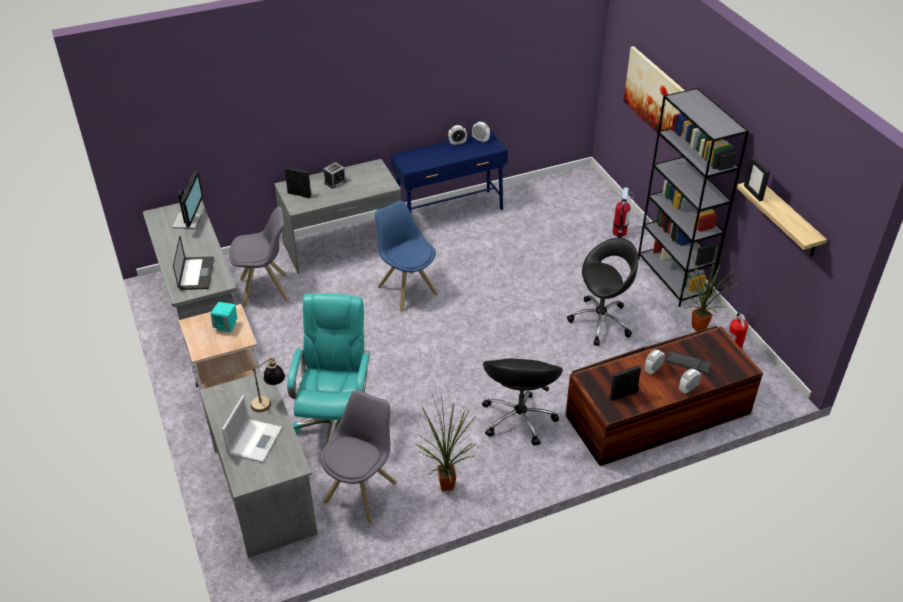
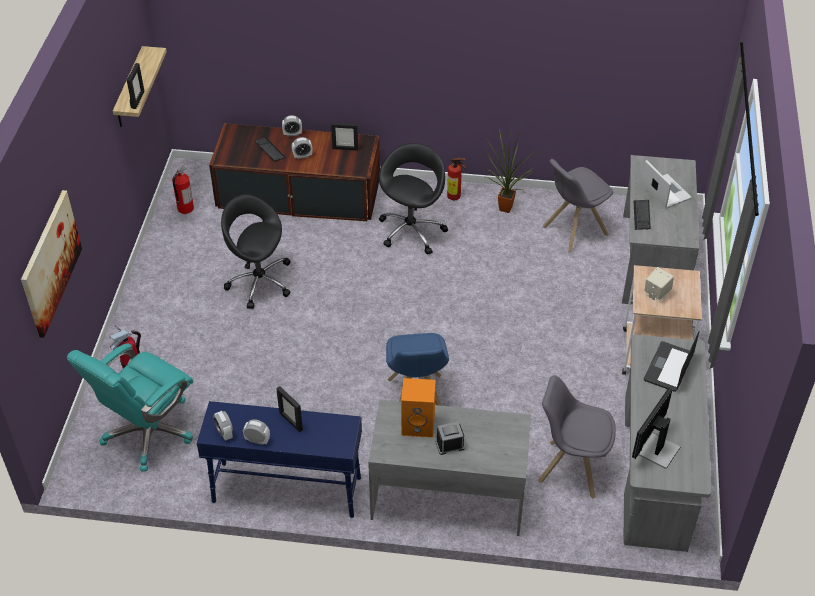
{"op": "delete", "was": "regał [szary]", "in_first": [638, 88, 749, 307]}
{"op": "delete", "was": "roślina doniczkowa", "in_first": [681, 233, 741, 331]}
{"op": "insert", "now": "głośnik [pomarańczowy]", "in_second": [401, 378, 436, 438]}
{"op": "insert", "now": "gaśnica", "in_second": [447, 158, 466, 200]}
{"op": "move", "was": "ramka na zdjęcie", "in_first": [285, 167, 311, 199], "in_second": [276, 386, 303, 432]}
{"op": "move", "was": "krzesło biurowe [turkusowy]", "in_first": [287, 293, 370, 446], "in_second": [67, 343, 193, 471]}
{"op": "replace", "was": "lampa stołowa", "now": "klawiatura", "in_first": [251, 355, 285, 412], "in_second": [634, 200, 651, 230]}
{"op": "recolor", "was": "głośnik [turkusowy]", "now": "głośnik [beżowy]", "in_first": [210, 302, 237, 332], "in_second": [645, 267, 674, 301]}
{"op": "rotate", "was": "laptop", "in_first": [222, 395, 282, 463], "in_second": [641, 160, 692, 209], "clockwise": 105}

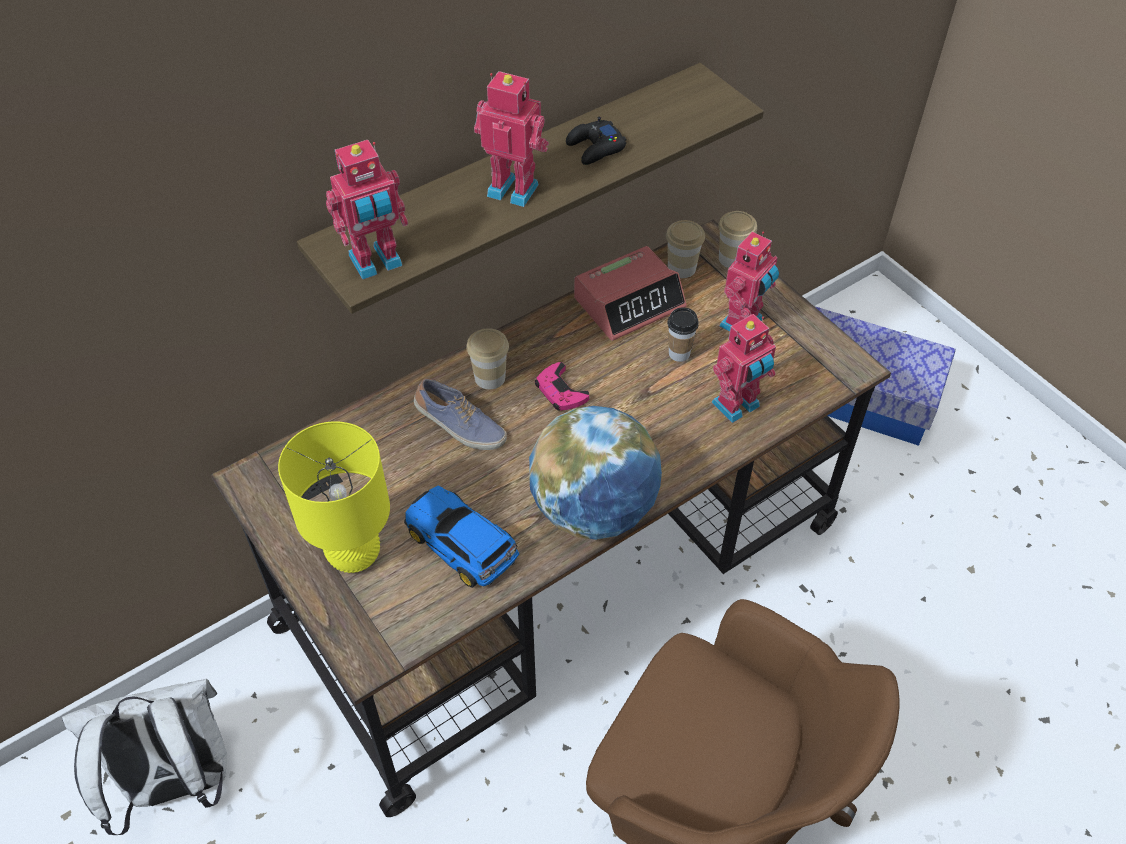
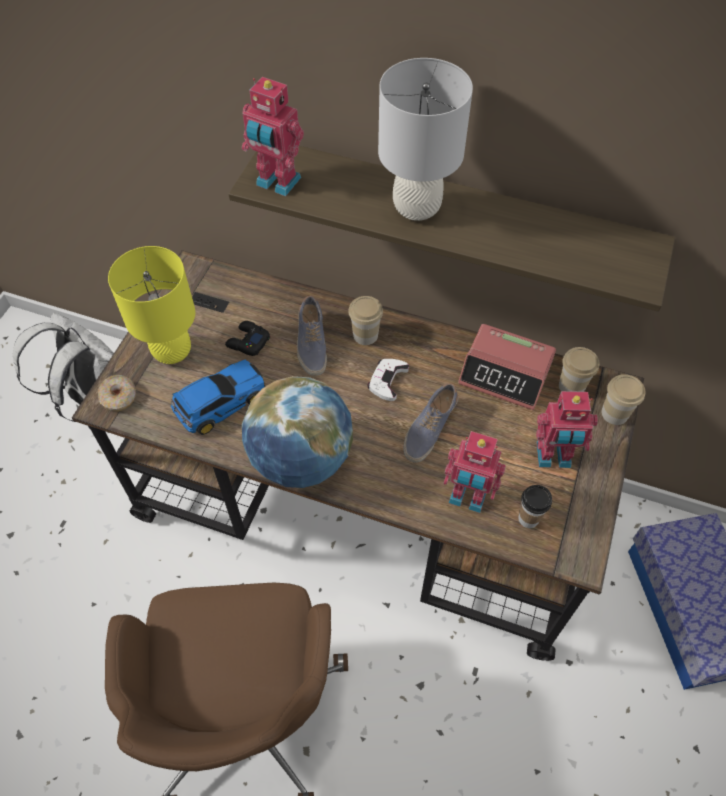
{"op": "insert", "now": "donut", "in_second": [98, 375, 136, 412]}
{"op": "insert", "now": "but", "in_second": [403, 383, 458, 463]}
{"op": "move", "was": "pad do gier [czarny]", "in_first": [566, 116, 626, 165], "in_second": [225, 321, 270, 356]}
{"op": "move", "was": "filiżanka", "in_first": [667, 307, 699, 362], "in_second": [519, 485, 552, 528]}
{"op": "replace", "was": "robot zabawkowy", "now": "lampa stołowa [szary]", "in_first": [474, 71, 549, 207], "in_second": [378, 58, 473, 221]}
{"op": "recolor", "was": "pad do gier [różowy]", "now": "pad do gier [biały]", "in_first": [535, 362, 589, 411], "in_second": [368, 359, 409, 401]}
{"op": "rotate", "was": "samochodzik", "in_first": [404, 485, 519, 588], "in_second": [171, 360, 265, 435], "clockwise": 45}

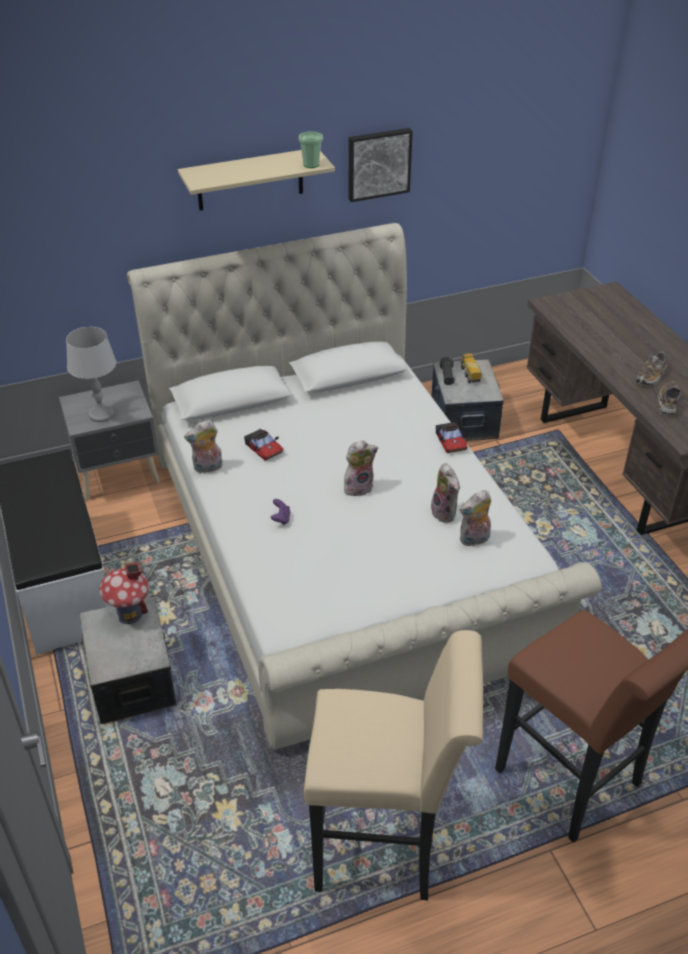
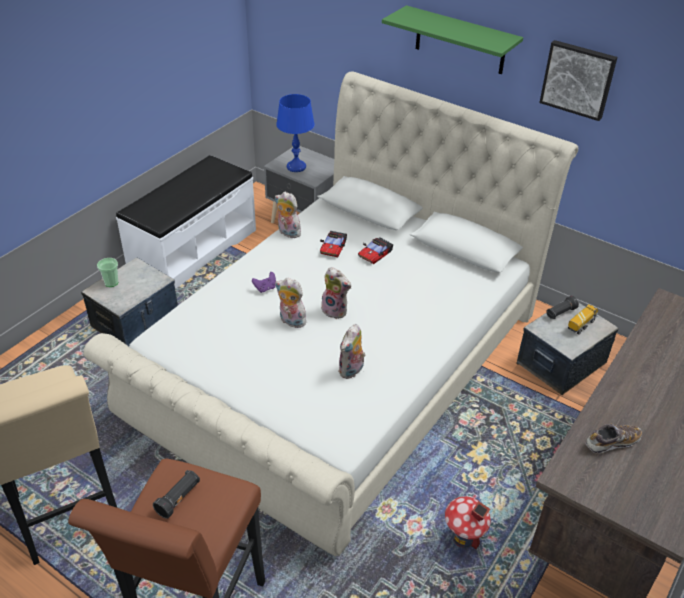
{"op": "delete", "was": "but", "in_first": [636, 351, 667, 386]}
{"op": "insert", "now": "latarka [czarny]", "in_second": [153, 470, 200, 519]}
{"op": "move", "was": "domek", "in_first": [99, 562, 149, 624], "in_second": [445, 496, 491, 549]}
{"op": "move", "was": "filiżanka", "in_first": [299, 131, 323, 168], "in_second": [97, 258, 118, 287]}
{"op": "move", "was": "samochodzik", "in_first": [436, 422, 468, 453], "in_second": [358, 237, 393, 264]}
{"op": "move", "was": "pluszak", "in_first": [460, 490, 491, 546], "in_second": [275, 278, 310, 328]}
{"op": "recolor", "was": "lampa stołowa [szary]", "now": "lampa stołowa [niebieski]", "in_first": [66, 327, 116, 422], "in_second": [276, 94, 315, 172]}
{"op": "recolor", "was": "półka [beżowy]", "now": "półka [zielony]", "in_first": [178, 150, 335, 211], "in_second": [382, 5, 523, 74]}

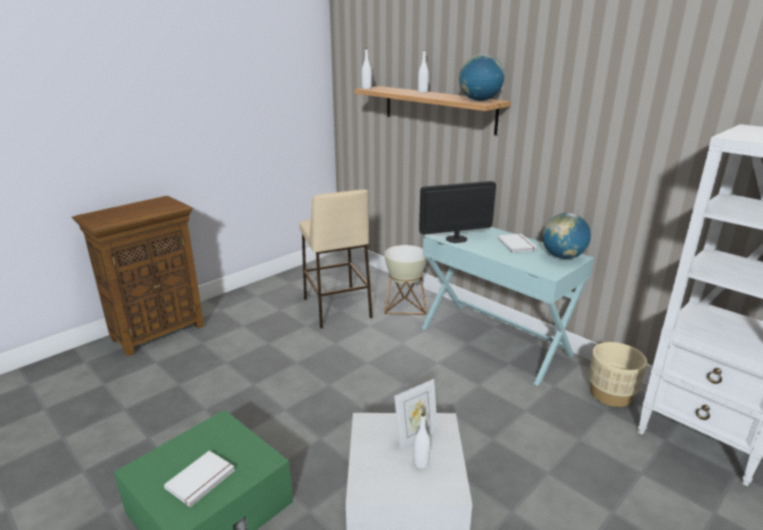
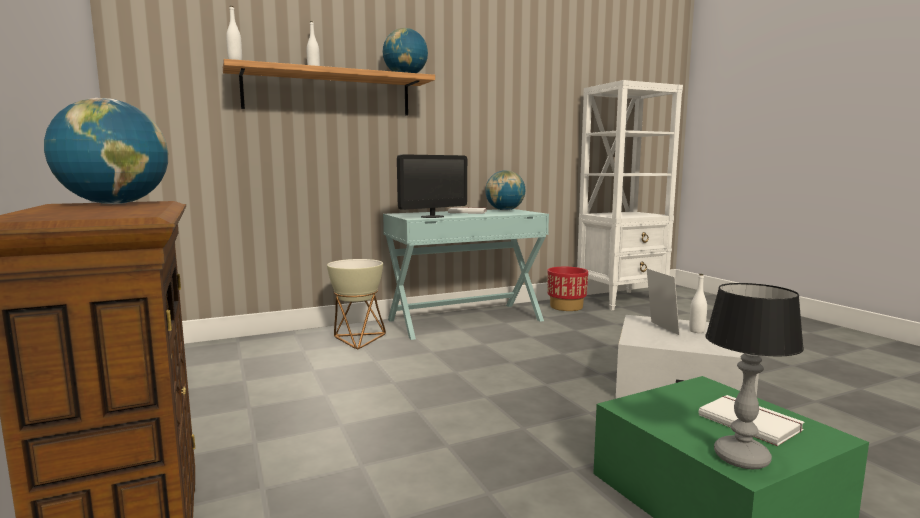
{"op": "delete", "was": "stołek [beżowy]", "in_first": [299, 190, 373, 328]}
{"op": "insert", "now": "globus", "in_second": [44, 98, 168, 204]}
{"op": "insert", "now": "lampa stołowa", "in_second": [705, 283, 804, 469]}
{"op": "recolor", "was": "donica [beżowy]", "now": "donica [czerwony]", "in_first": [589, 342, 647, 407], "in_second": [547, 267, 588, 311]}
{"op": "rotate", "was": "monitor", "in_first": [419, 181, 496, 243], "in_second": [397, 154, 467, 218], "clockwise": -135}

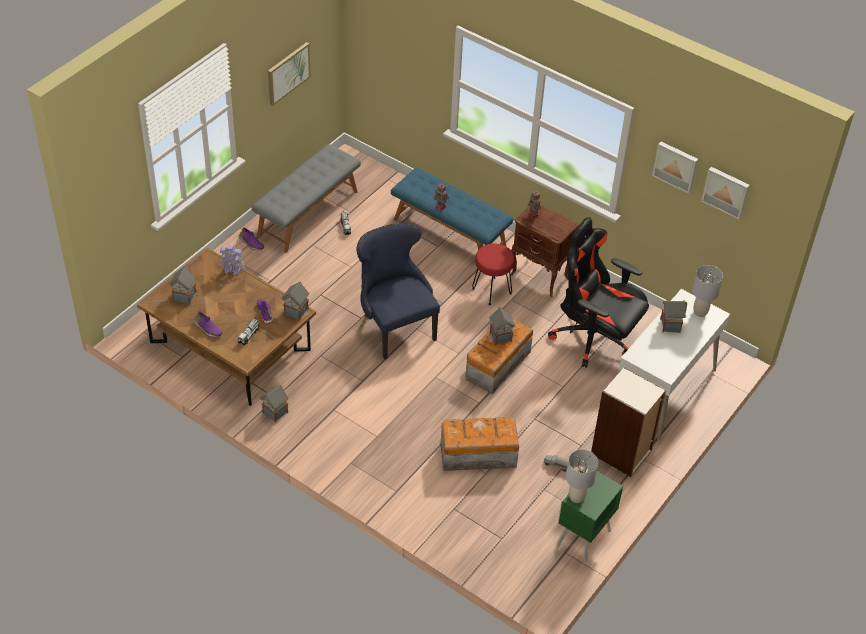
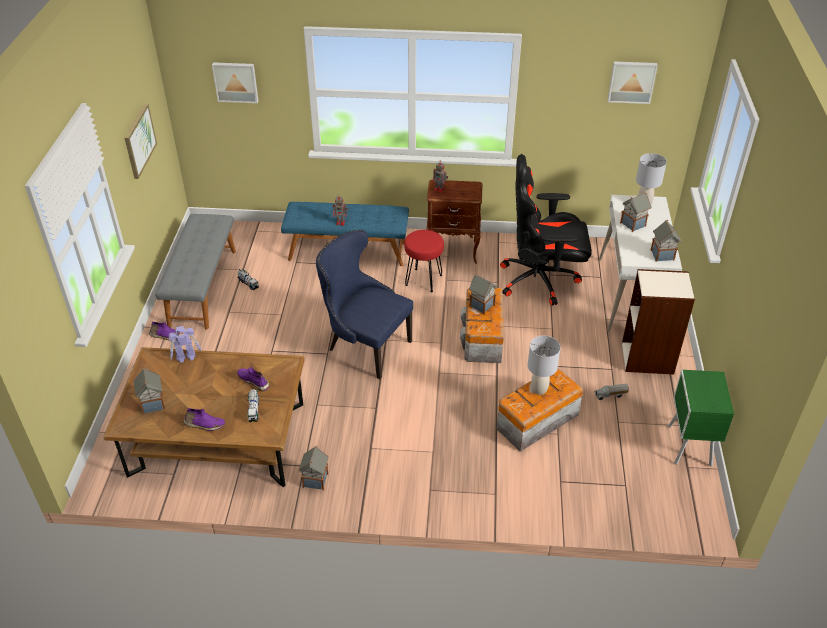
{"op": "move", "was": "domek", "in_first": [282, 282, 309, 320], "in_second": [651, 220, 681, 262]}
{"op": "move", "was": "lampa stołowa [szary]", "in_first": [566, 449, 598, 503], "in_second": [528, 336, 561, 395]}
{"op": "move", "was": "obraz", "in_first": [652, 142, 698, 194], "in_second": [212, 62, 258, 103]}

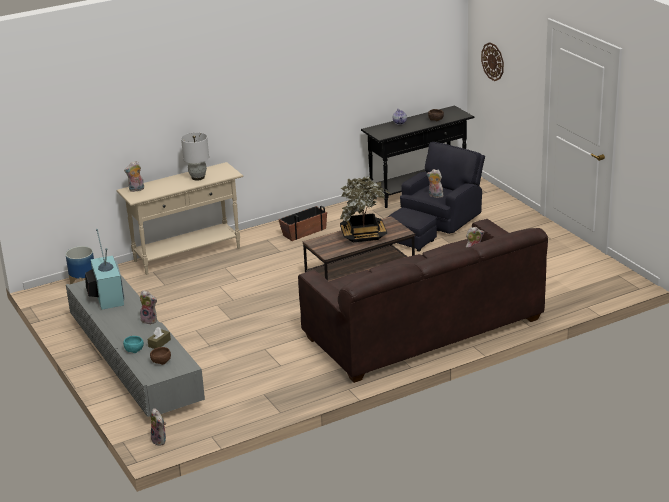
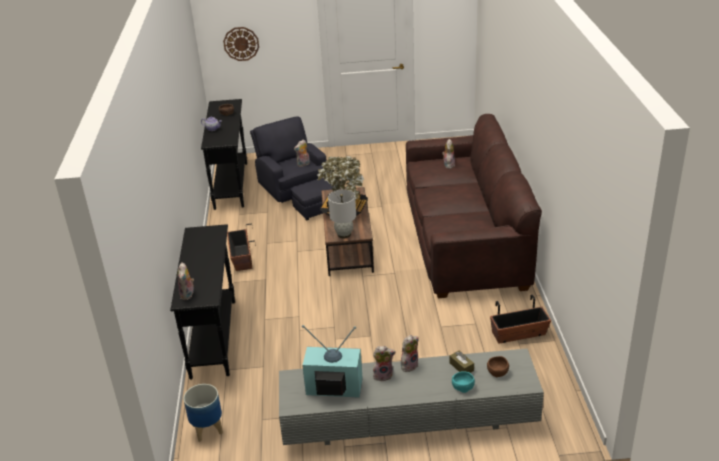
{"op": "insert", "now": "donica", "in_second": [490, 295, 551, 344]}
{"op": "move", "was": "pluszak", "in_first": [151, 408, 166, 446], "in_second": [373, 346, 396, 381]}
{"op": "move", "was": "lampa stołowa [biały]", "in_first": [181, 133, 209, 181], "in_second": [328, 189, 356, 238]}
{"op": "recolor", "was": "stolik konsolowy [beżowy]", "now": "stolik konsolowy [czarny]", "in_first": [116, 162, 243, 275], "in_second": [170, 224, 235, 380]}

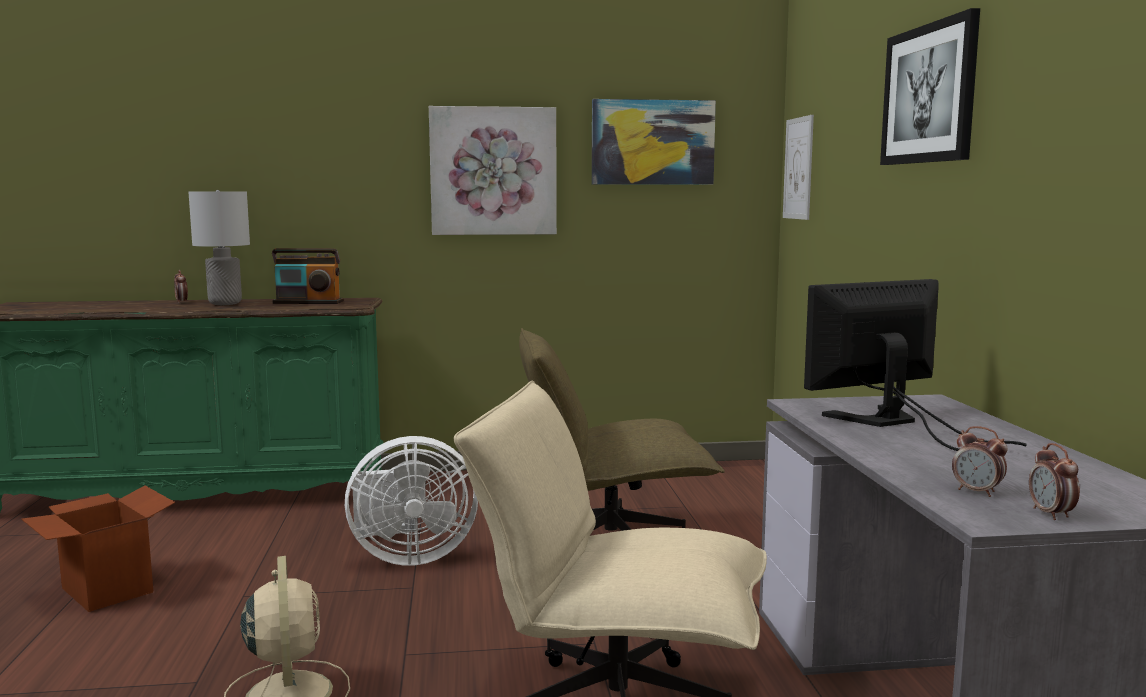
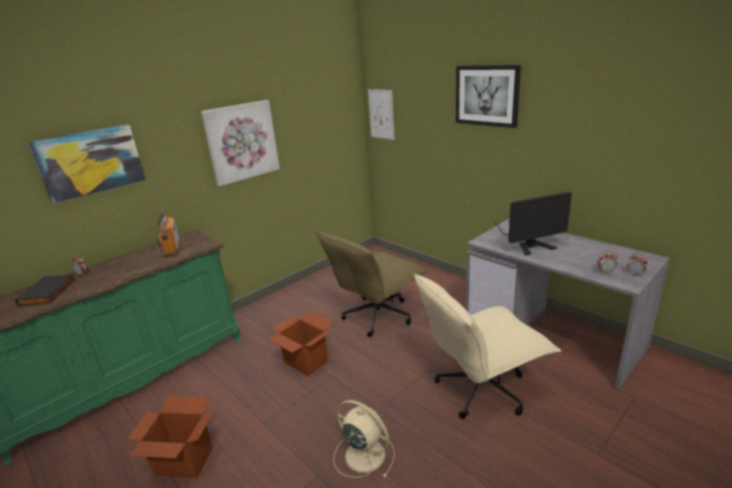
{"op": "delete", "was": "lampa stołowa [szary]", "in_first": [189, 190, 250, 305]}
{"op": "insert", "now": "książka [czarny]", "in_second": [15, 274, 76, 306]}
{"op": "move", "was": "obraz", "in_first": [592, 99, 716, 185], "in_second": [28, 124, 146, 204]}
{"op": "replace", "was": "wentylator [biały]", "now": "karton", "in_first": [345, 436, 478, 566], "in_second": [268, 310, 333, 376]}
{"op": "rotate", "was": "radio", "in_first": [272, 248, 344, 304], "in_second": [157, 212, 179, 258], "clockwise": 105}
{"op": "rotate", "was": "monitor", "in_first": [804, 279, 1026, 451], "in_second": [494, 192, 572, 255], "clockwise": -135}

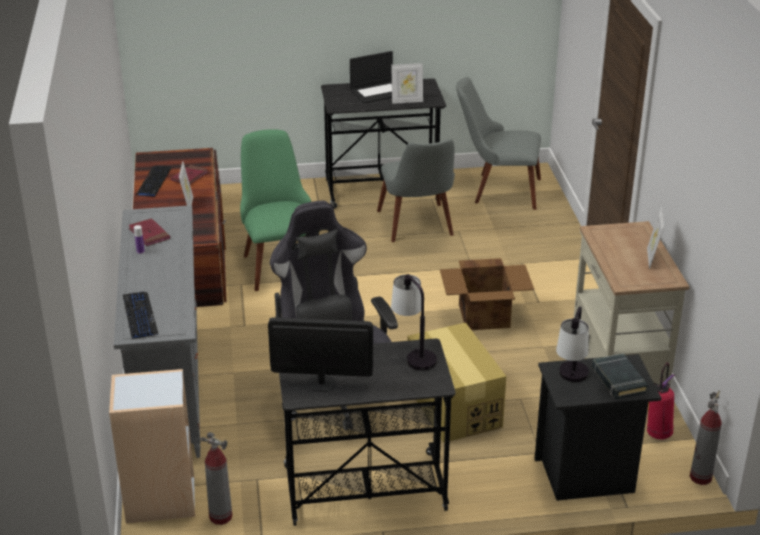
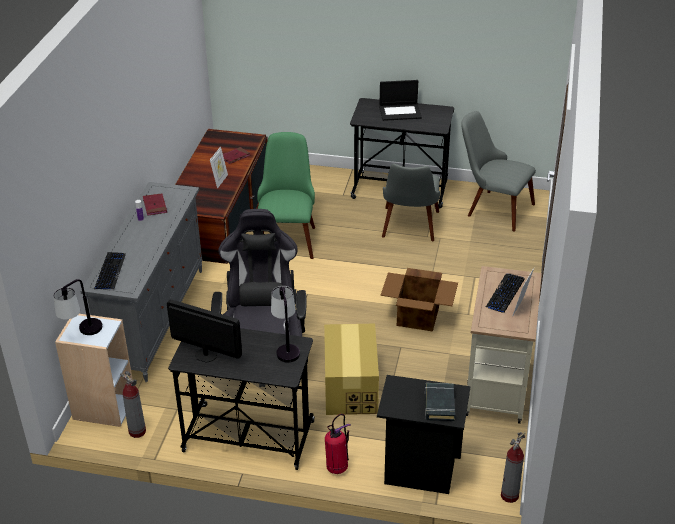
{"op": "delete", "was": "ramka na zdjęcie", "in_first": [391, 63, 423, 104]}
{"op": "move", "was": "klawiatura", "in_first": [136, 165, 171, 197], "in_second": [486, 274, 525, 313]}
{"op": "move", "was": "lampa stołowa", "in_first": [556, 306, 589, 382], "in_second": [53, 279, 103, 335]}
{"op": "move", "was": "gaśnica", "in_first": [647, 363, 675, 440], "in_second": [325, 414, 351, 474]}

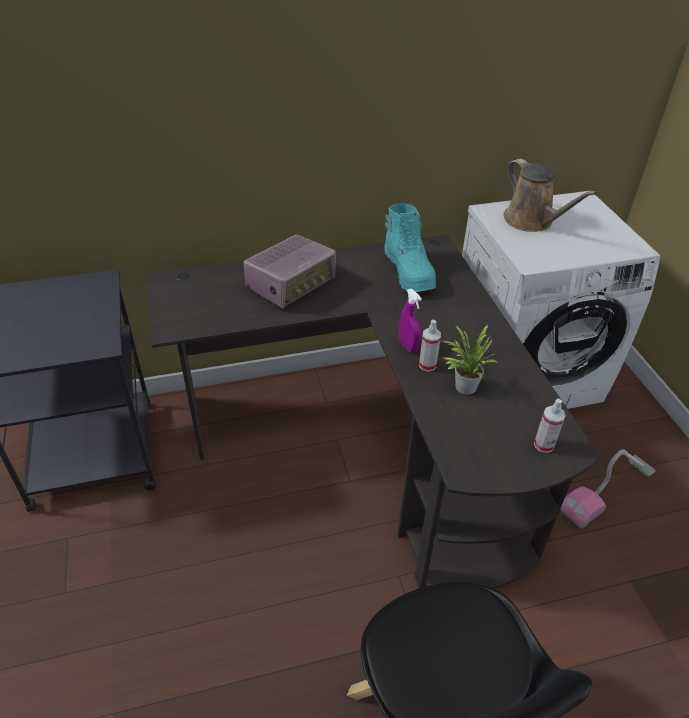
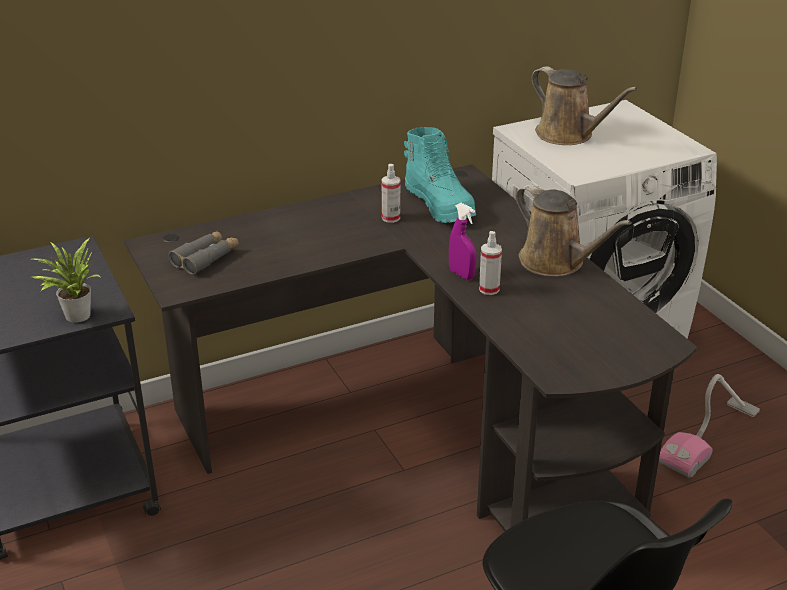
{"op": "delete", "was": "radio", "in_first": [243, 234, 336, 309]}
{"op": "insert", "now": "lornetka [szary]", "in_second": [168, 231, 239, 275]}
{"op": "insert", "now": "konewka [brązowy]", "in_second": [516, 184, 632, 277]}
{"op": "move", "was": "roślina doniczkowa", "in_first": [442, 325, 497, 395], "in_second": [32, 238, 100, 323]}
{"op": "move", "was": "spryskiwacz", "in_first": [534, 398, 566, 453], "in_second": [382, 164, 400, 223]}

